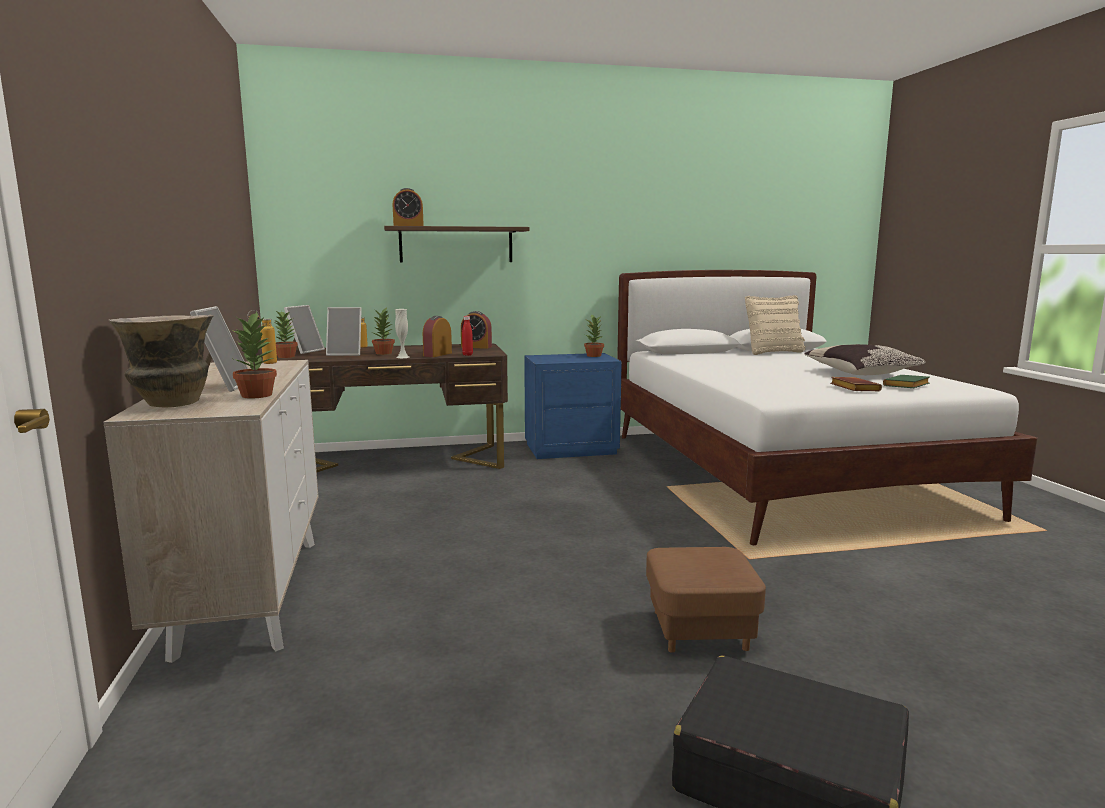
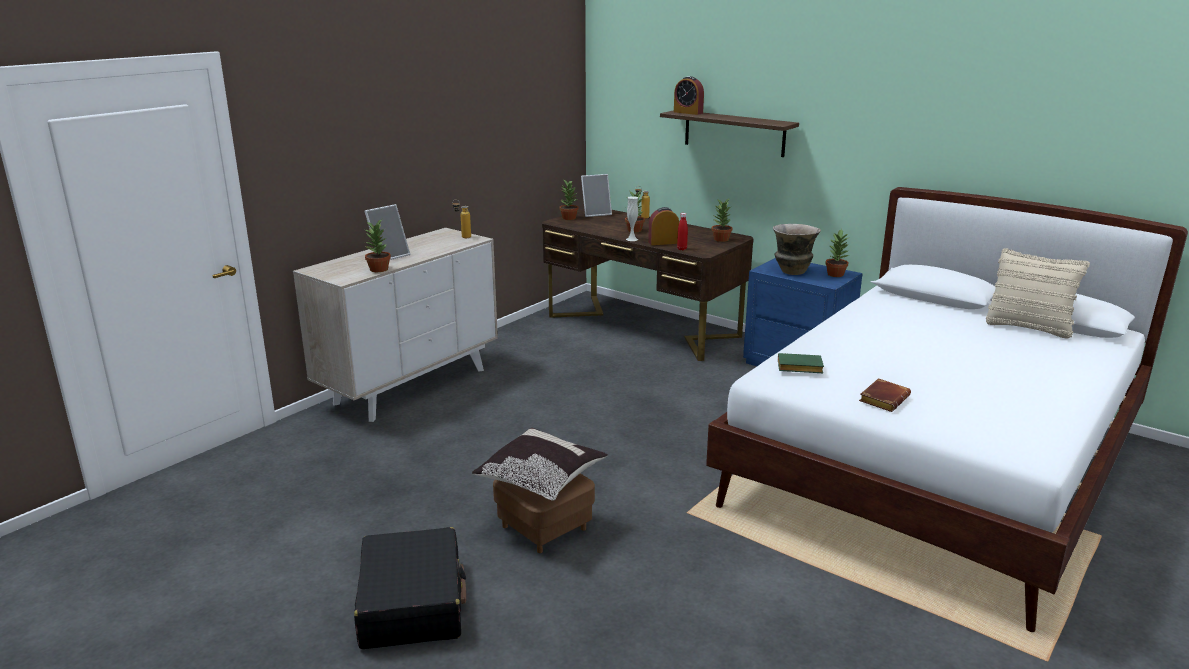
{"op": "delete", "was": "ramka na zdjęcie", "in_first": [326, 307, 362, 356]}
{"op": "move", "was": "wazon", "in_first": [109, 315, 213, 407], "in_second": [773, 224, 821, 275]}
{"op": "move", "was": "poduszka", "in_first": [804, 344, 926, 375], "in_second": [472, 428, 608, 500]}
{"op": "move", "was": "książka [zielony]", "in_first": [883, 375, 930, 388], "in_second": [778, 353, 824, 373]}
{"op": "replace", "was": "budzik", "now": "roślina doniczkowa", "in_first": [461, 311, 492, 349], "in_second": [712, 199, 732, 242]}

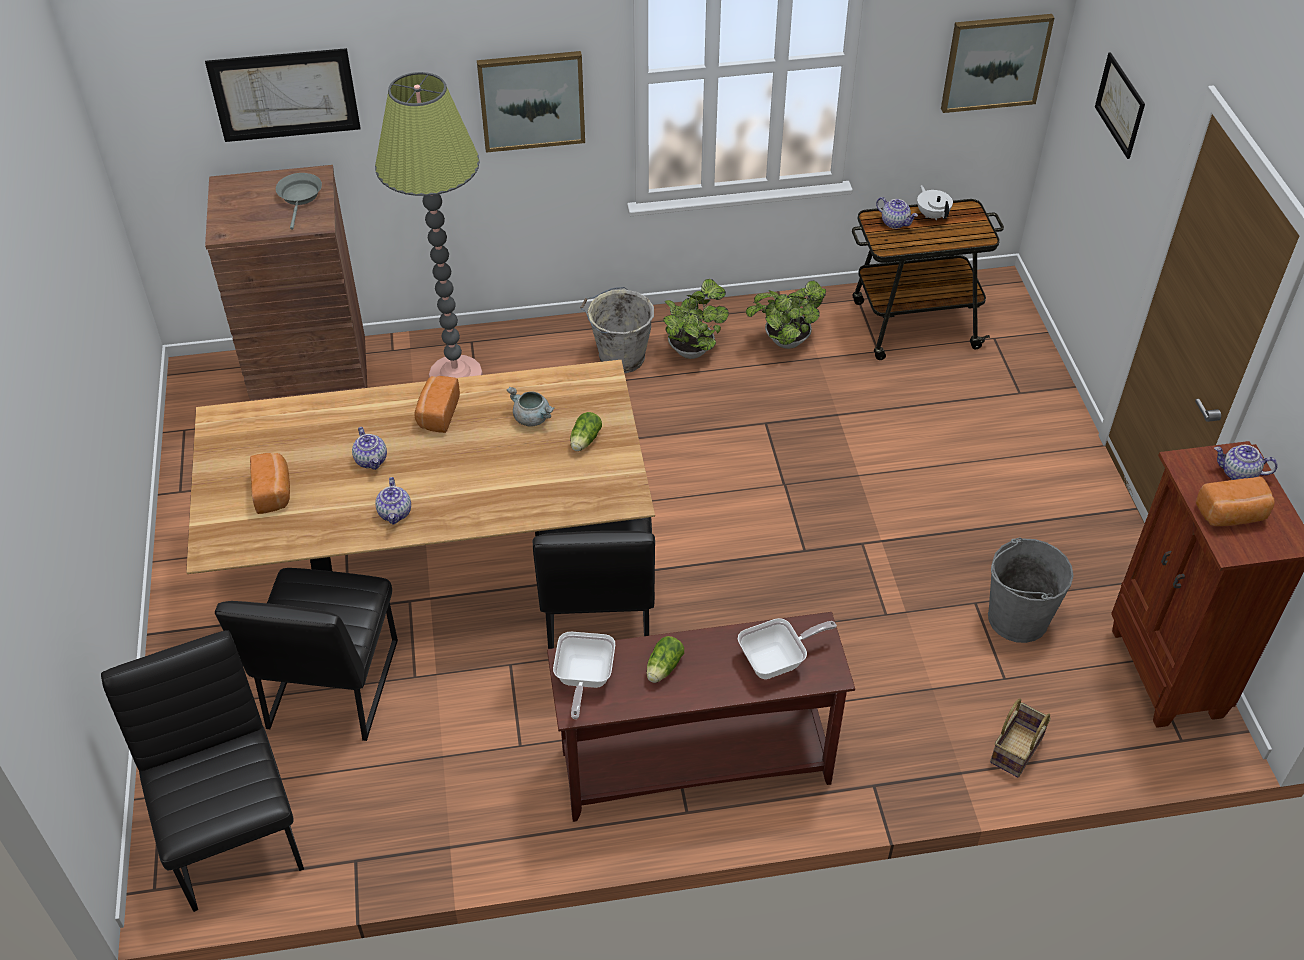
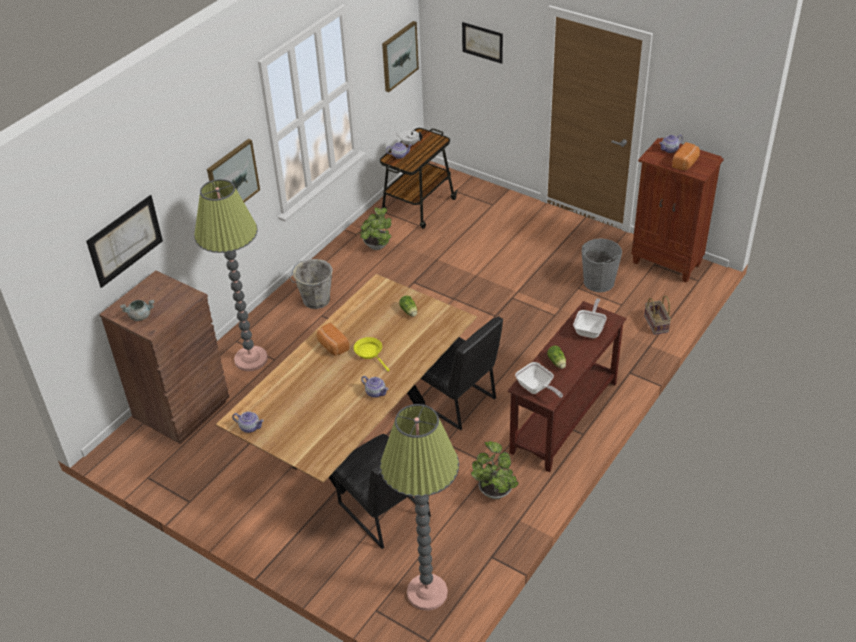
{"op": "delete", "was": "chleb", "in_first": [250, 453, 290, 514]}
{"op": "delete", "was": "patelnia [szary]", "in_first": [276, 173, 322, 230]}
{"op": "insert", "now": "patelnia [żółty]", "in_second": [354, 337, 390, 372]}
{"op": "move", "was": "imbryk", "in_first": [352, 427, 387, 470], "in_second": [232, 411, 264, 433]}
{"op": "move", "was": "garnek [szary]", "in_first": [507, 387, 554, 427], "in_second": [120, 300, 154, 321]}
{"op": "move", "was": "roślina doniczkowa", "in_first": [661, 279, 729, 359], "in_second": [471, 441, 519, 499]}
{"op": "replace", "was": "krzesło [czarny]", "now": "lampa stojąca", "in_first": [101, 630, 304, 912], "in_second": [380, 404, 459, 611]}

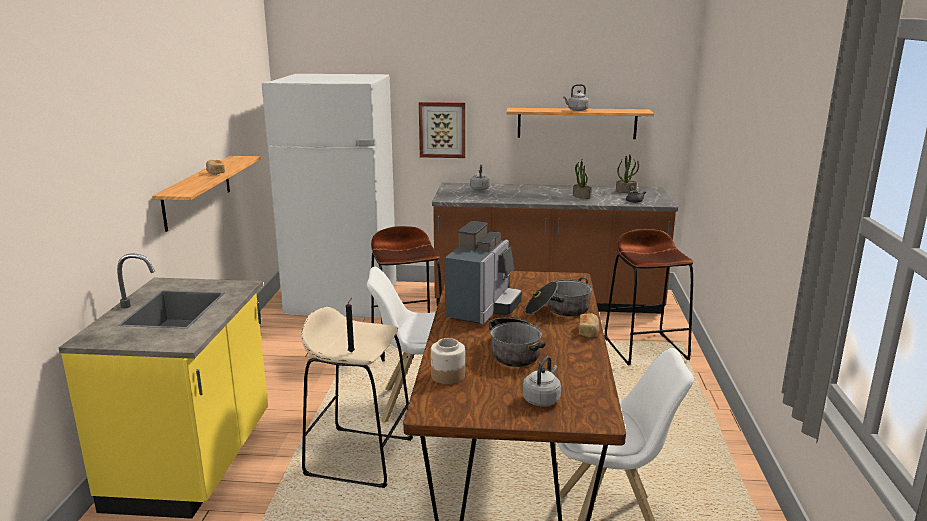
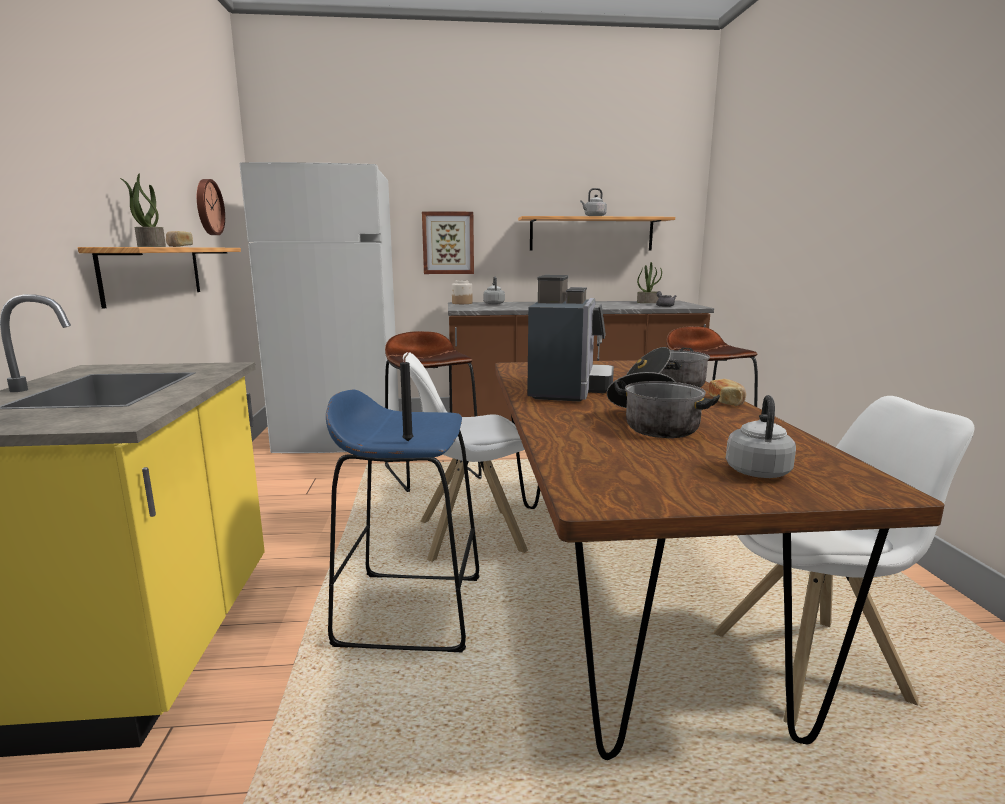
{"op": "insert", "now": "zegar ścienny", "in_second": [197, 179, 225, 235]}
{"op": "move", "was": "słoik", "in_first": [431, 338, 465, 384], "in_second": [452, 280, 473, 304]}
{"op": "move", "was": "roślina doniczkowa", "in_first": [573, 158, 591, 199], "in_second": [120, 173, 166, 247]}
{"op": "recolor", "was": "stołek [beżowy]", "now": "stołek [niebieski]", "in_first": [301, 307, 413, 488], "in_second": [326, 389, 479, 653]}

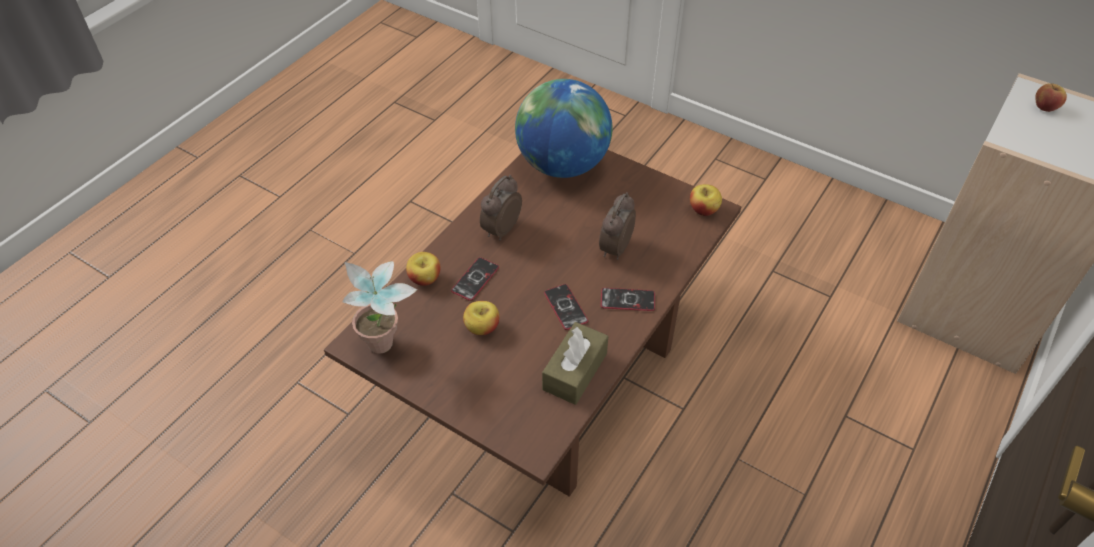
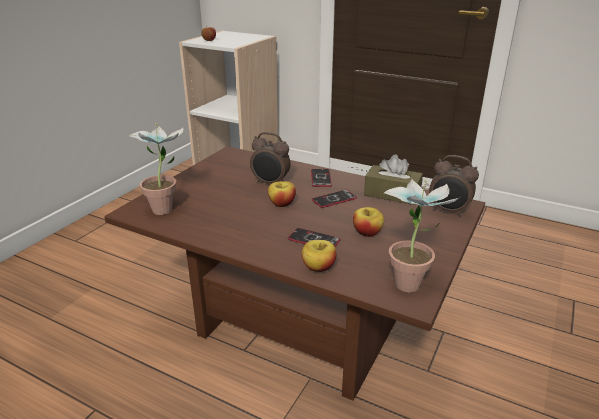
{"op": "move", "was": "budzik", "in_first": [480, 175, 522, 241], "in_second": [429, 155, 479, 216]}
{"op": "move", "was": "jabłko", "in_first": [690, 184, 722, 216], "in_second": [268, 181, 296, 207]}
{"op": "replace", "was": "globus", "now": "roślina doniczkowa", "in_first": [515, 79, 612, 178], "in_second": [129, 122, 184, 215]}

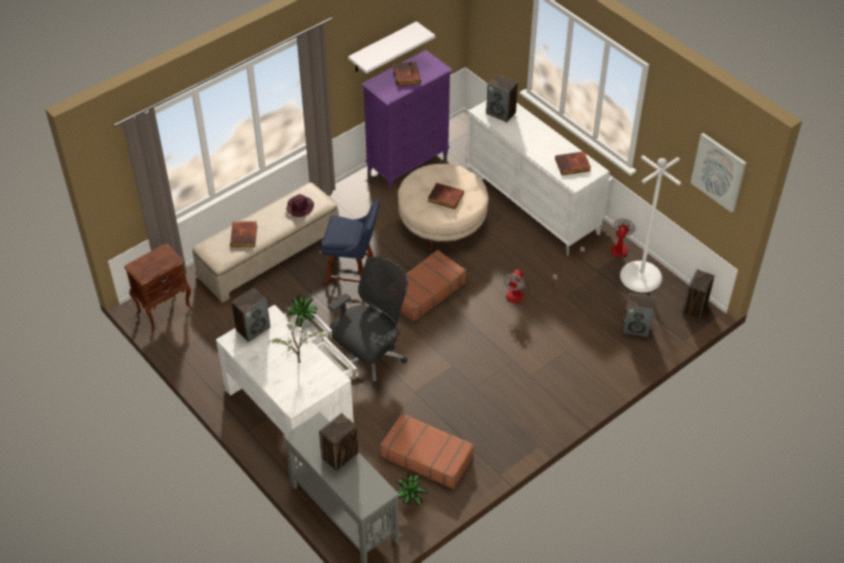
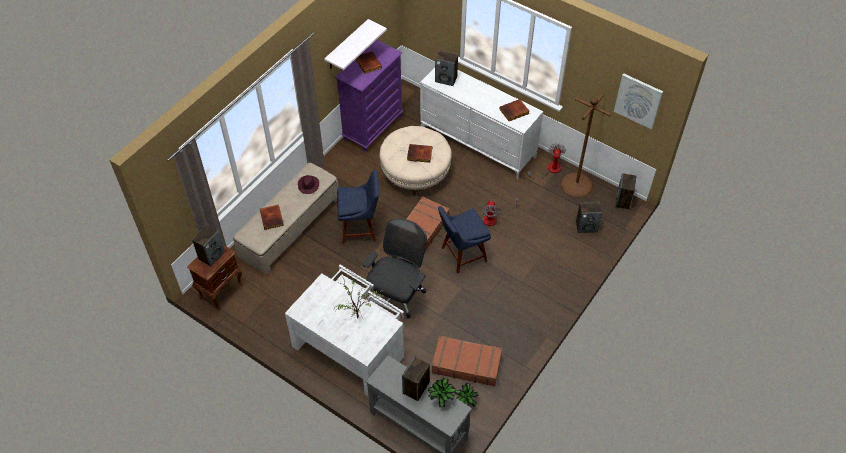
{"op": "insert", "now": "krzesło [niebieski]", "in_second": [438, 206, 491, 274]}
{"op": "move", "was": "głośnik", "in_first": [231, 288, 270, 342], "in_second": [192, 225, 225, 267]}
{"op": "move", "was": "roślina doniczkowa", "in_first": [285, 295, 318, 327], "in_second": [428, 378, 456, 407]}
{"op": "recolor", "was": "wieszak [biały]", "now": "wieszak [brązowy]", "in_first": [620, 155, 681, 292], "in_second": [560, 94, 611, 198]}

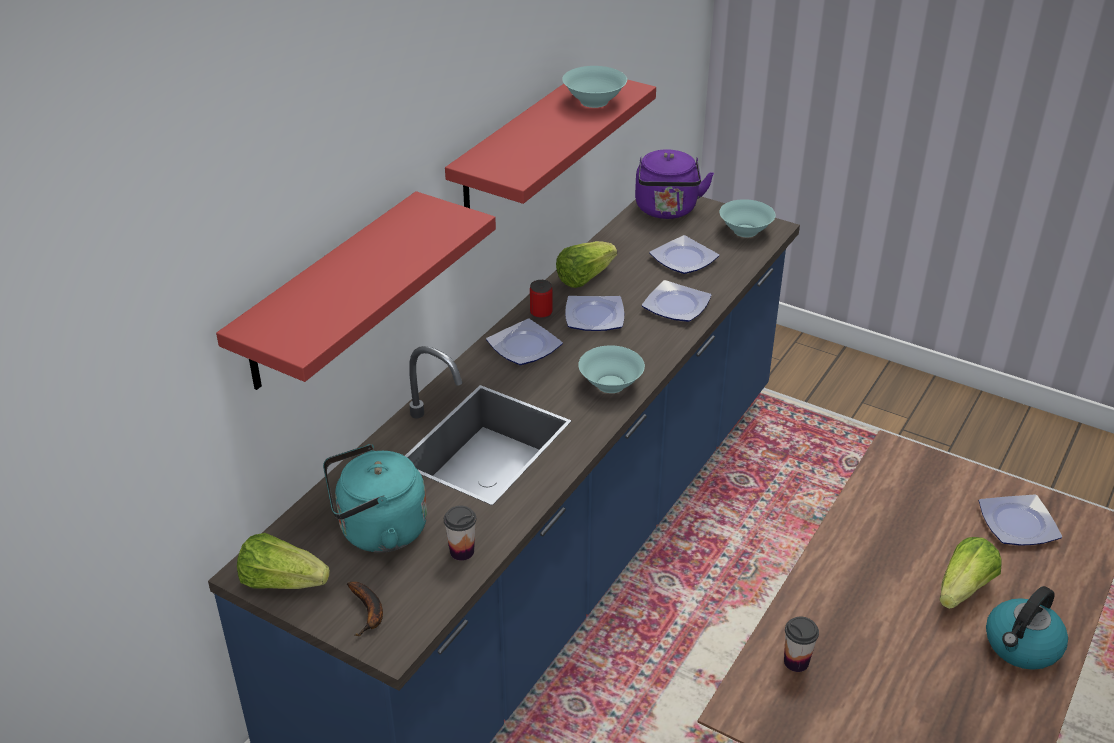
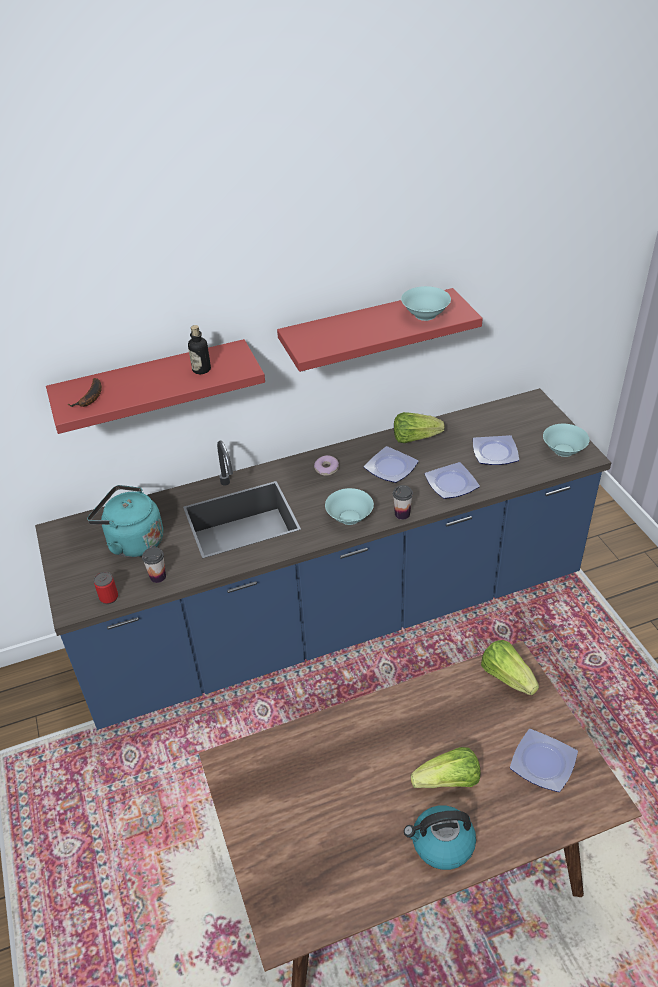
{"op": "delete", "was": "czajnik [fioletowy]", "in_first": [635, 149, 714, 219]}
{"op": "insert", "now": "butelka", "in_second": [188, 325, 211, 374]}
{"op": "move", "was": "sałata", "in_first": [237, 533, 330, 589], "in_second": [481, 640, 539, 695]}
{"op": "move", "was": "banan", "in_first": [347, 582, 383, 636], "in_second": [68, 378, 102, 407]}
{"op": "move", "was": "puszka", "in_first": [530, 280, 553, 319], "in_second": [94, 572, 118, 604]}
{"op": "move", "was": "filiżanka", "in_first": [784, 616, 819, 672], "in_second": [393, 485, 413, 520]}
{"op": "replace", "was": "talerz", "now": "donut", "in_first": [486, 319, 563, 365], "in_second": [314, 455, 339, 476]}

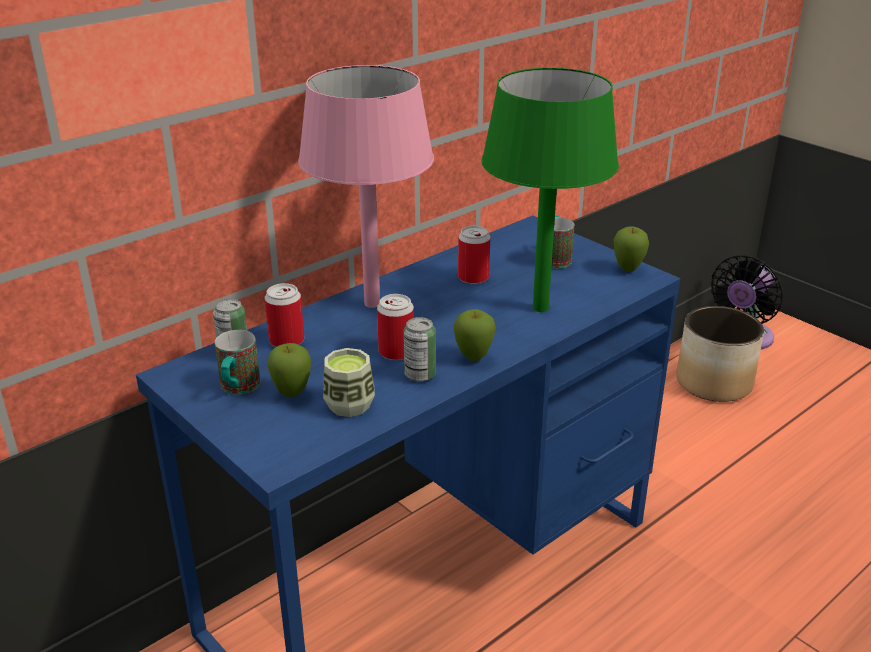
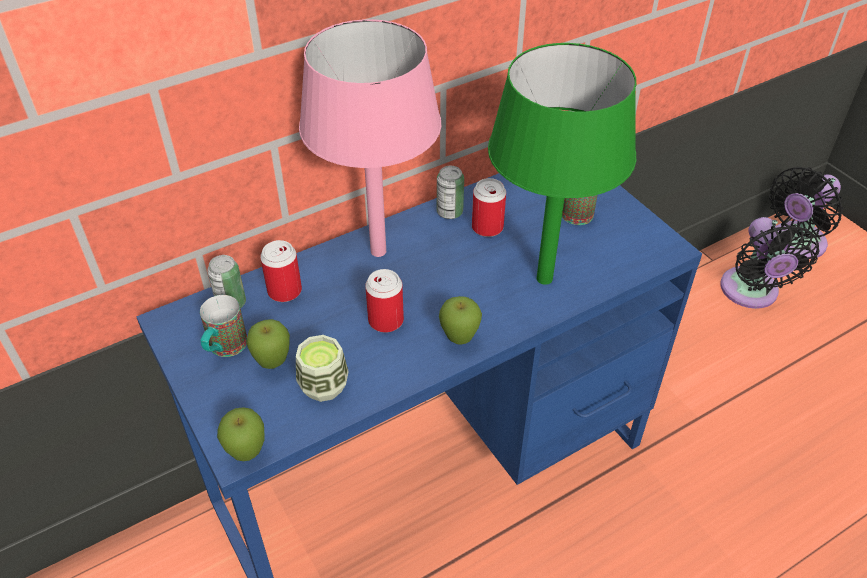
{"op": "move", "was": "puszka", "in_first": [403, 317, 436, 382], "in_second": [437, 166, 464, 219]}
{"op": "move", "was": "jabłko", "in_first": [613, 226, 649, 272], "in_second": [217, 407, 265, 461]}
{"op": "replace", "was": "donica", "now": "wentylator [czarny]", "in_first": [676, 306, 764, 402], "in_second": [720, 217, 820, 309]}

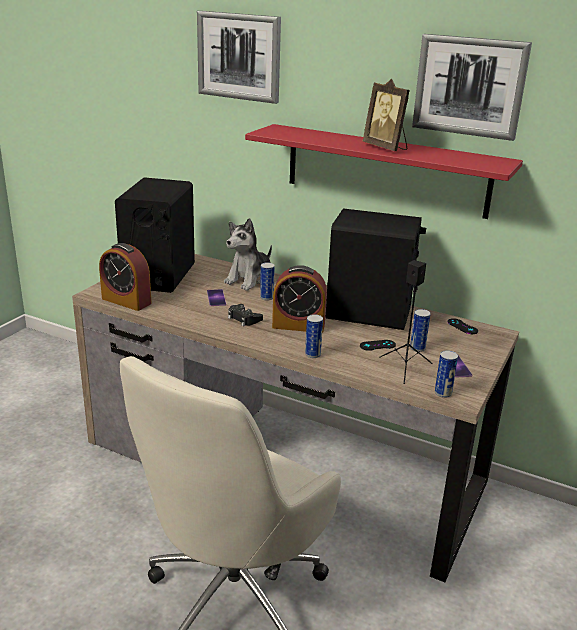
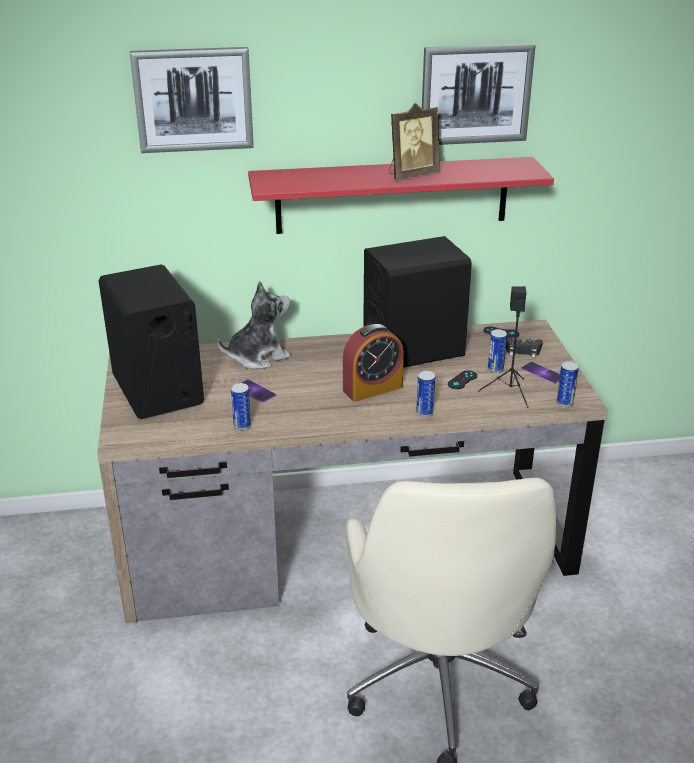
{"op": "delete", "was": "budzik", "in_first": [99, 243, 152, 311]}
{"op": "move", "was": "pad do gier [czarny]", "in_first": [228, 304, 263, 327], "in_second": [506, 337, 543, 358]}
{"op": "move", "was": "puszka", "in_first": [260, 262, 275, 300], "in_second": [231, 383, 251, 430]}
{"op": "rotate", "was": "pluszak", "in_first": [224, 218, 272, 291], "in_second": [218, 281, 291, 369], "clockwise": -120}
{"op": "rotate", "was": "ramka na zdjęcie", "in_first": [363, 79, 410, 151], "in_second": [389, 103, 440, 180], "clockwise": -45}

